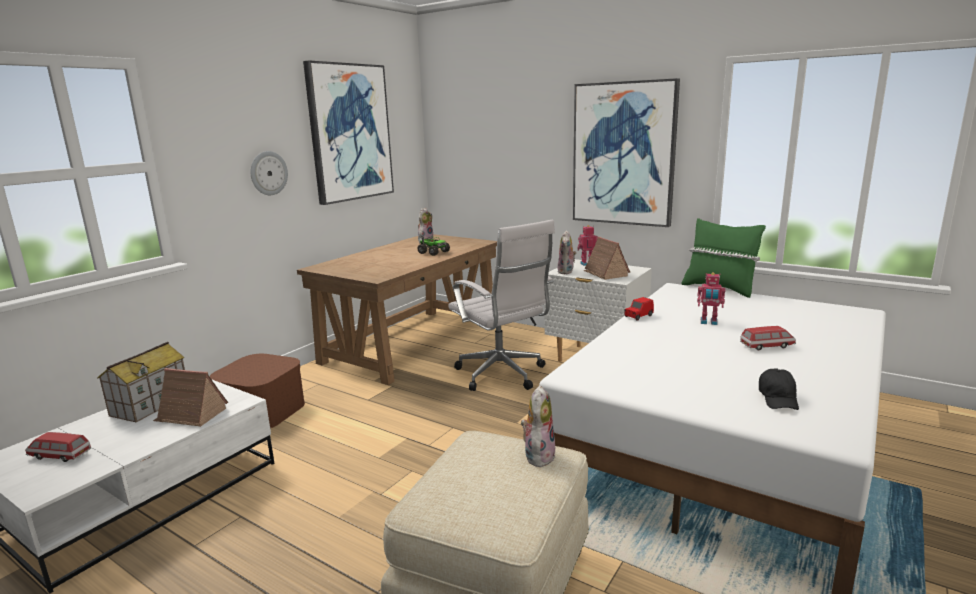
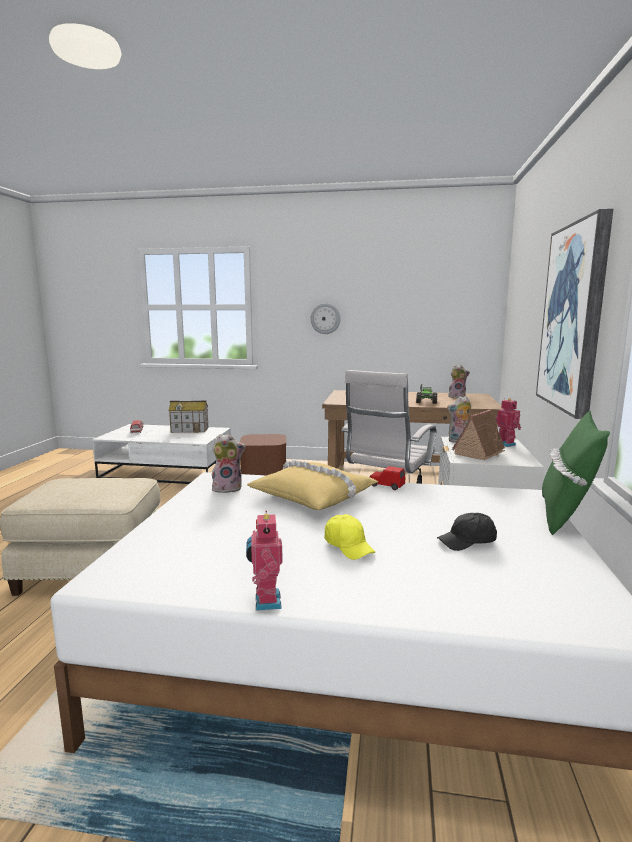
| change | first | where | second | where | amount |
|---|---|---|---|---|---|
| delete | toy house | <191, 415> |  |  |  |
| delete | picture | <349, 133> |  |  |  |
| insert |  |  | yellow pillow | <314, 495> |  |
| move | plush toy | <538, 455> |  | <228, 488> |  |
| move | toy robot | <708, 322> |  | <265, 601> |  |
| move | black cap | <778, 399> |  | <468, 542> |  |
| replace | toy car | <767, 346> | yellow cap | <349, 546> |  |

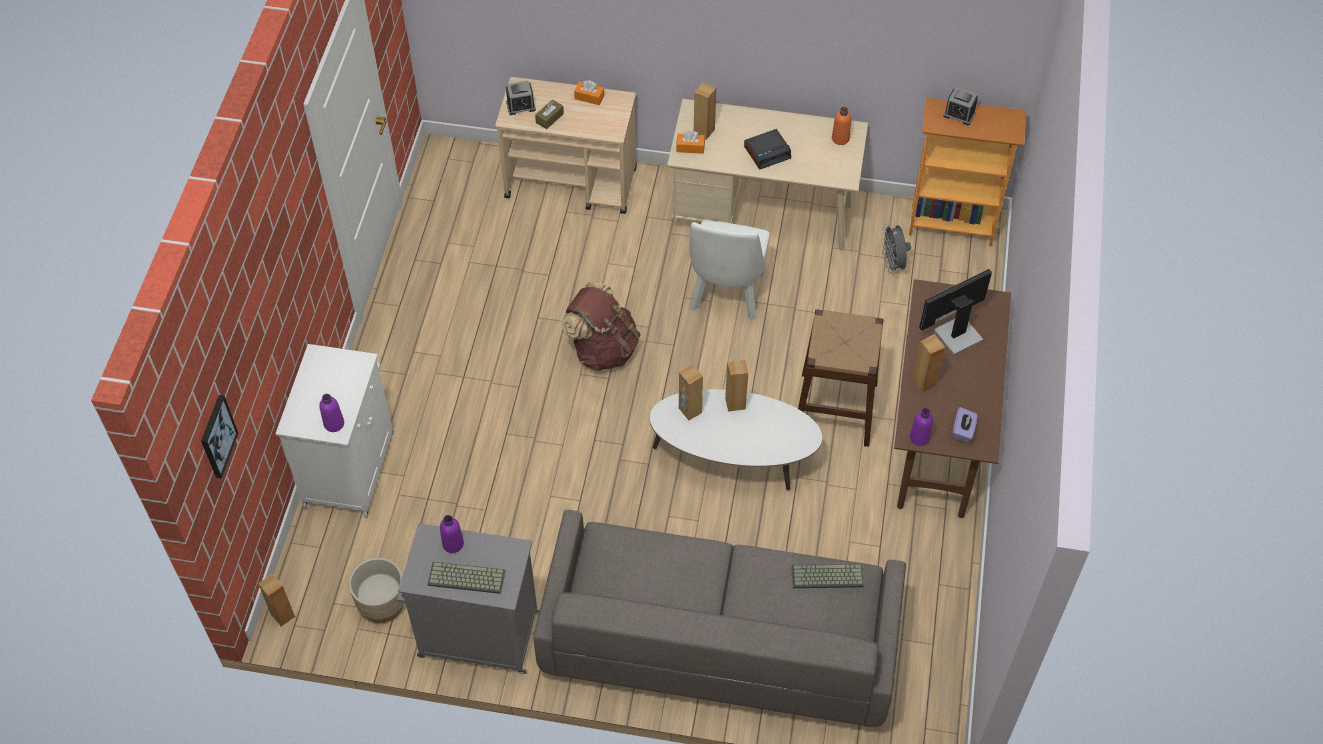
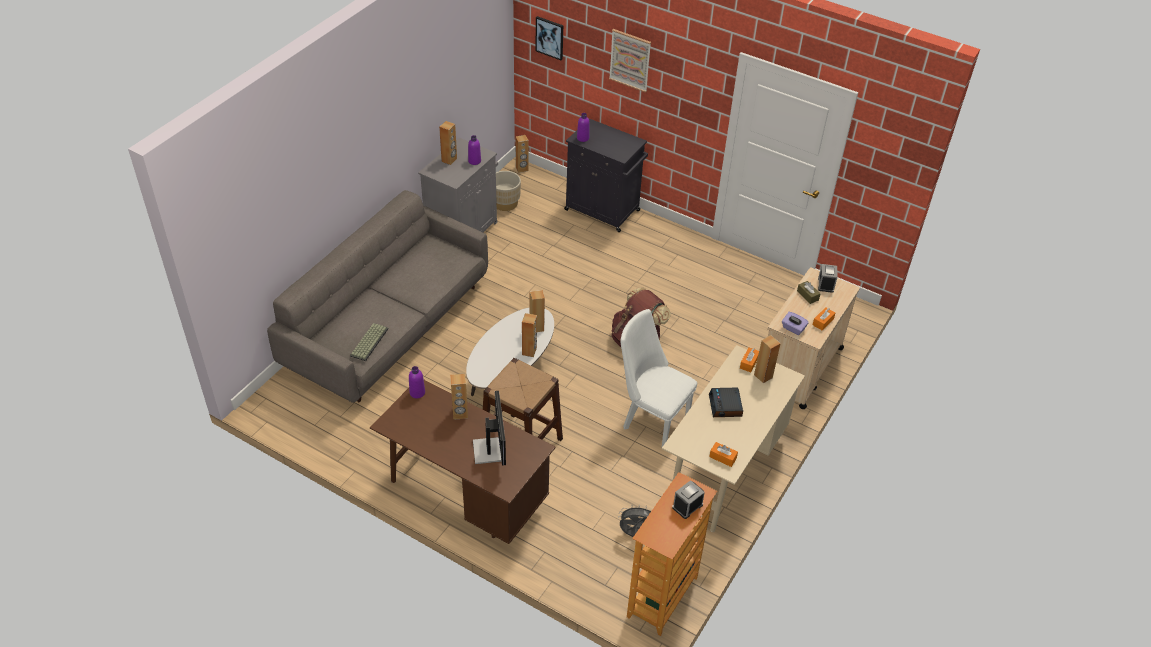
| change | first | where | second | where | amount |
|---|---|---|---|---|---|
| insert |  |  | picture | <630, 60> |  |
| move | purple tissue box | <963, 431> |  | <793, 328> |  |
| replace | keyboard | <465, 579> | brown speaker | <449, 160> |  |
| replace | orange bottle | <840, 138> | orange tissue box | <722, 457> |  |
| recolor | white cabinet | <350, 467> | black cabinet | <603, 211> |  |

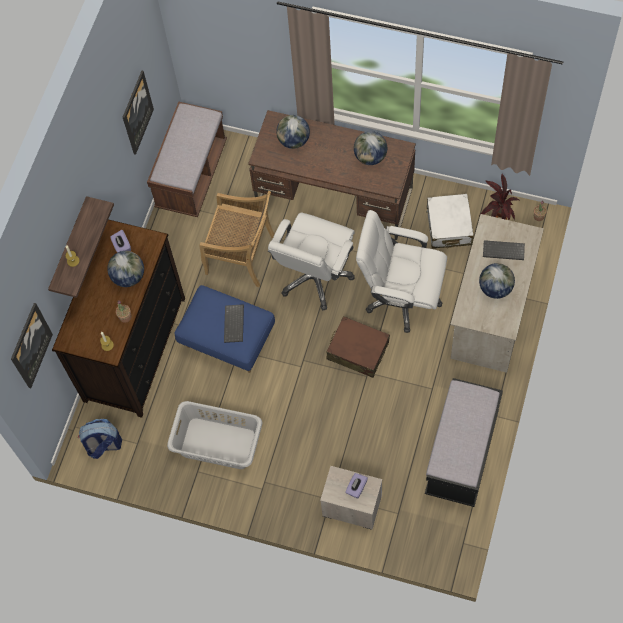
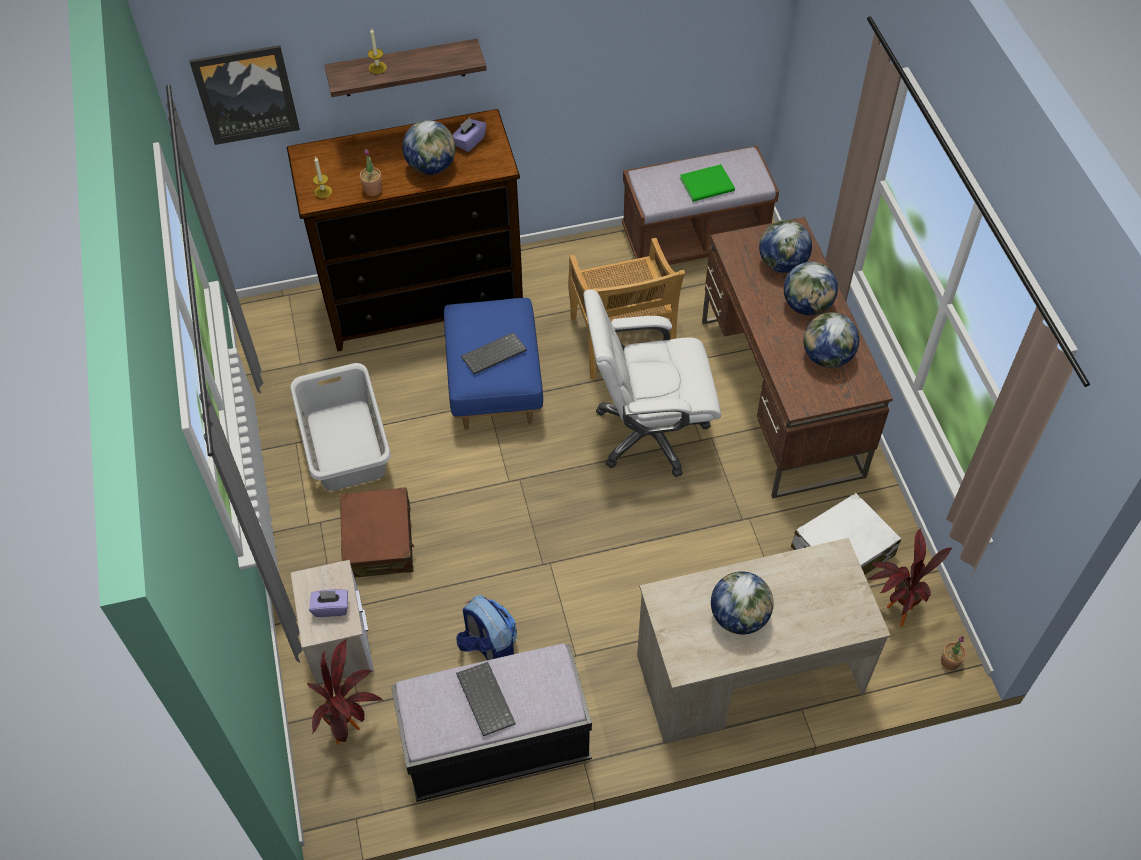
| change | first | where | second | where | amount |
|---|---|---|---|---|---|
| delete | picture | <136, 112> |  |  |  |
| delete | white office chair | <401, 297> |  |  |  |
| insert |  |  | potted plant | <352, 728> |  |
| insert |  |  | green book | <708, 185> |  |
| insert |  |  | globe | <807, 306> |  |
| move | backpack | <103, 445> |  | <489, 649> |  |
| move | brown suitcase | <357, 351> |  | <378, 541> |  |
| move | keyboard | <503, 251> |  | <484, 699> |  |

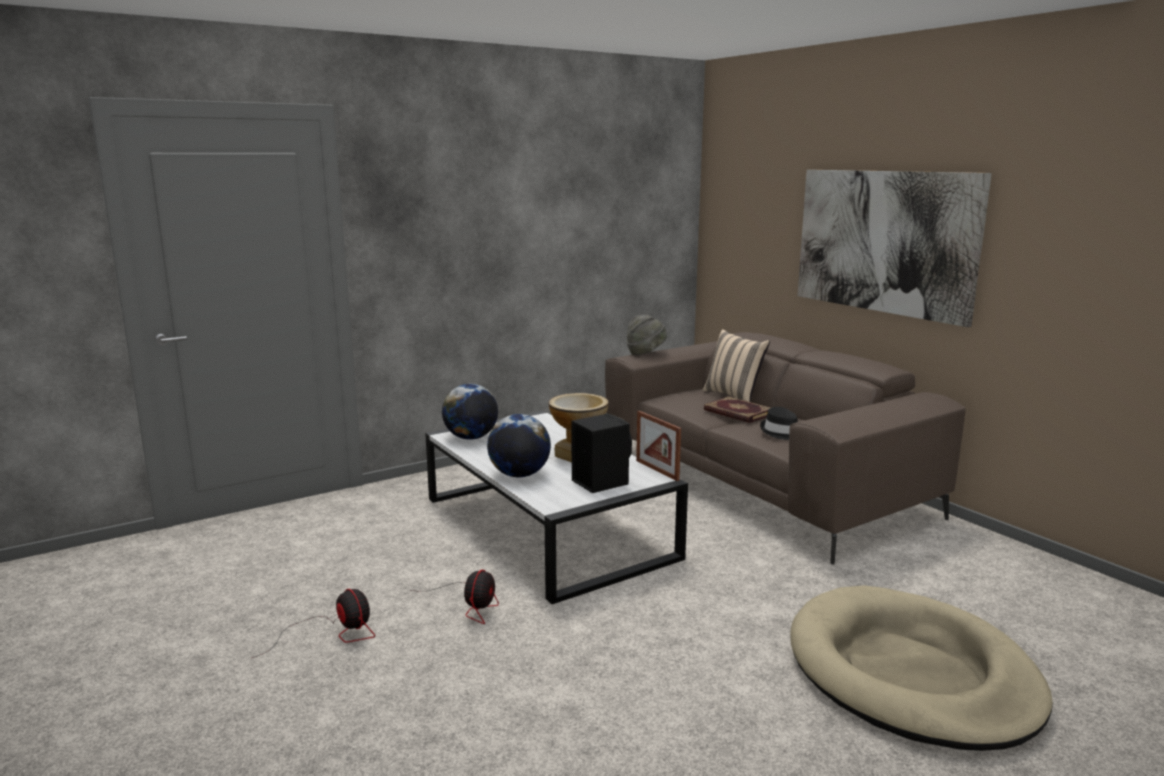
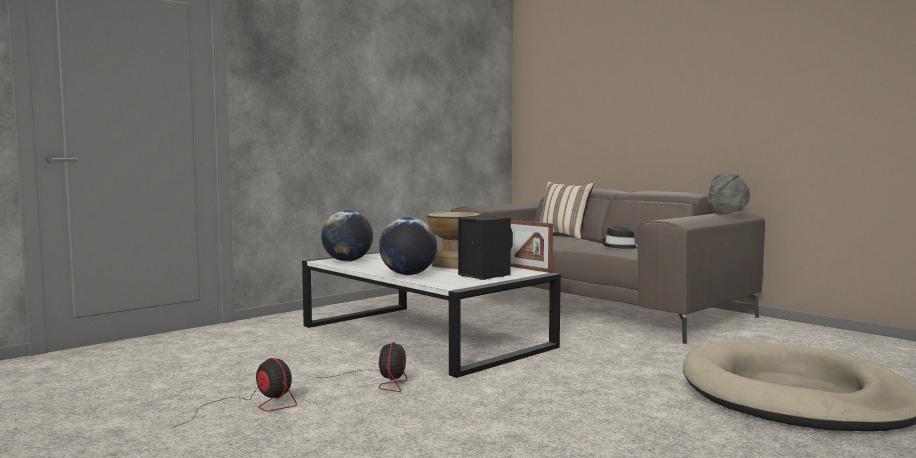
| change | first | where | second | where | amount |
|---|---|---|---|---|---|
| delete | book | <737, 413> |  |  |  |
| delete | picture | <884, 241> |  |  |  |
| move | grey hat | <645, 353> |  | <728, 213> |  |

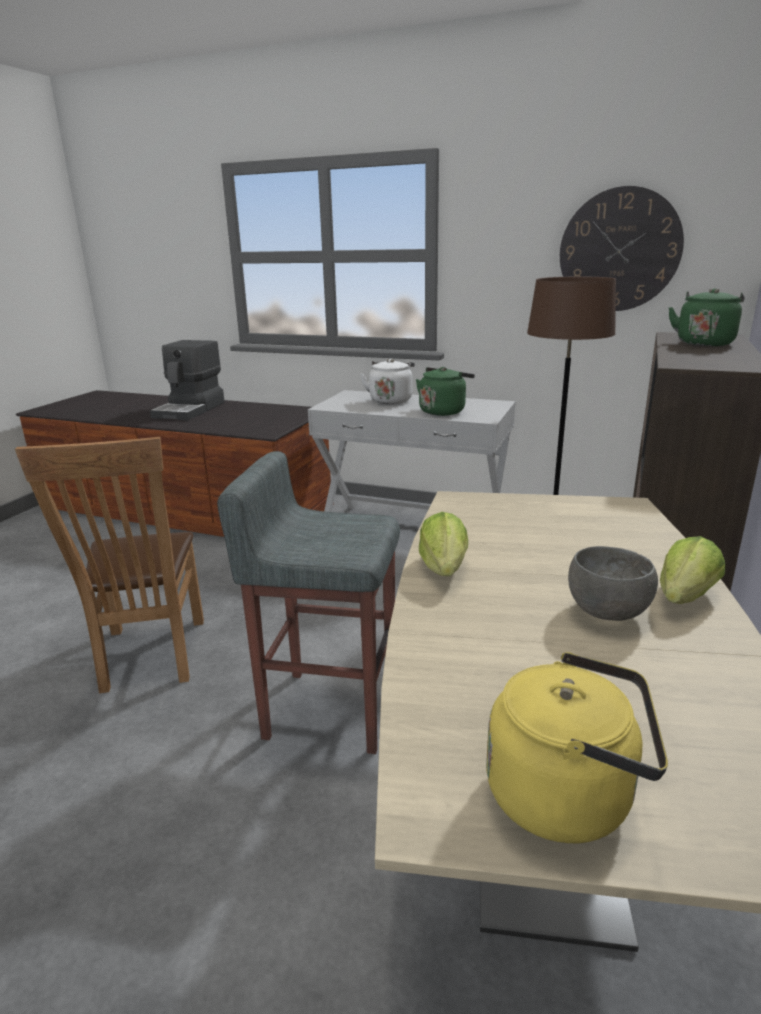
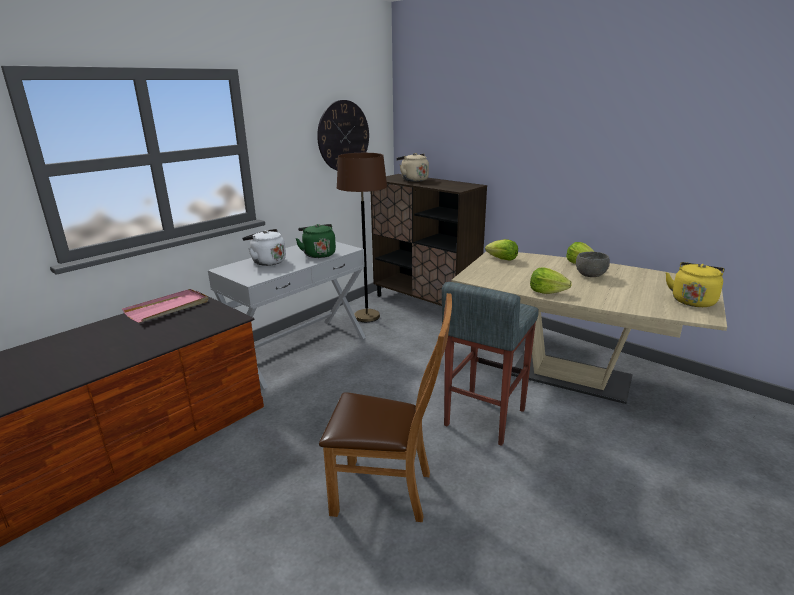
| change | first | where | second | where | amount |
|---|---|---|---|---|---|
| delete | coffee machine | <191, 410> |  |  |  |
| insert |  |  | pink tray | <168, 308> |  |
| insert |  |  | lettuce | <502, 259> |  |
| recolor | green kettle | <704, 343> | beige kettle | <413, 180> |  |

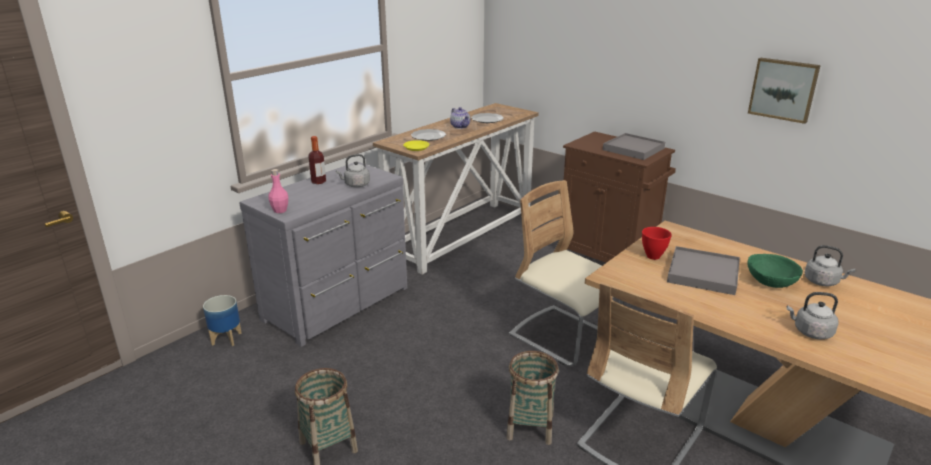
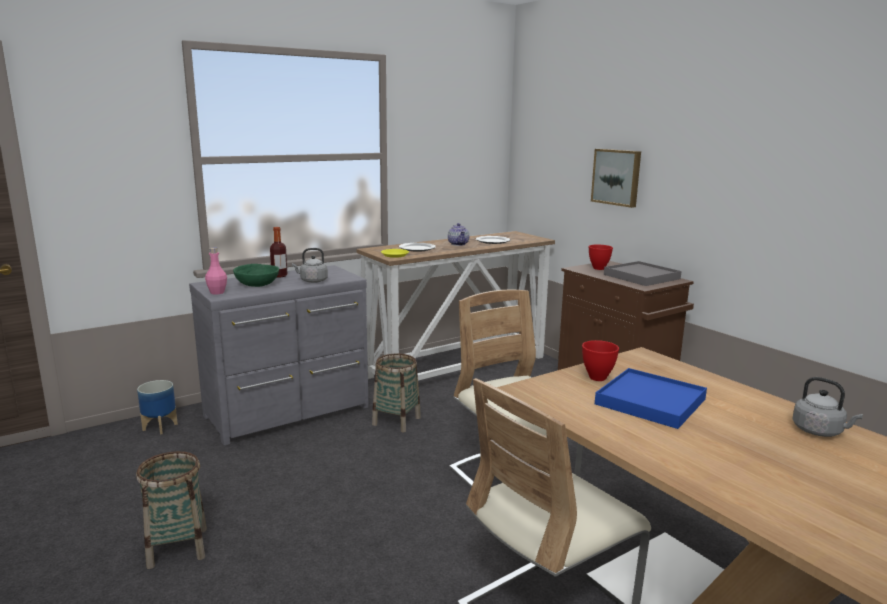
| change | first | where | second | where | amount |
|---|---|---|---|---|---|
| delete | grey kettle | <810, 332> |  |  |  |
| insert |  |  | red bowl | <598, 268> |  |
| move | basket | <530, 427> |  | <396, 421> |  |
| move | green bowl | <770, 281> |  | <257, 284> |  |
| move | picture | <783, 89> |  | <617, 177> |  |
| recolor | grey tray | <702, 273> | blue tray | <650, 402> |  |

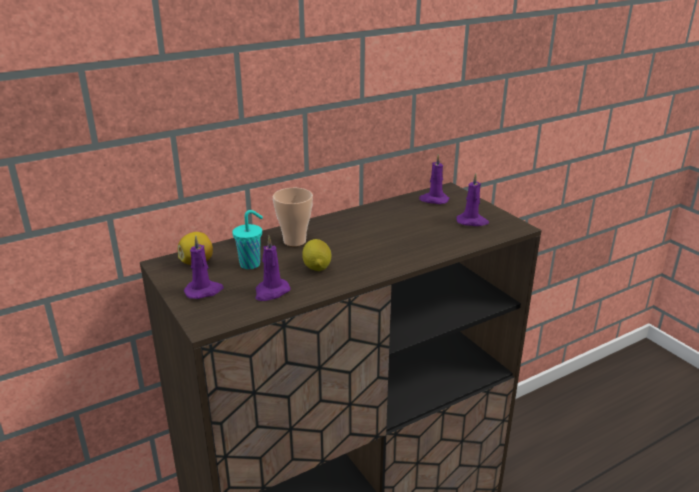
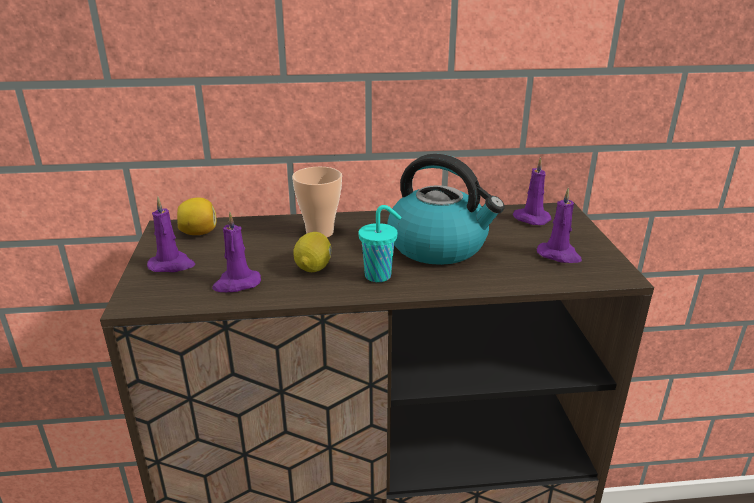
| change | first | where | second | where | amount |
|---|---|---|---|---|---|
| insert |  |  | kettle | <439, 246> |  |
| move | turquoise cup | <251, 264> |  | <379, 276> |  |

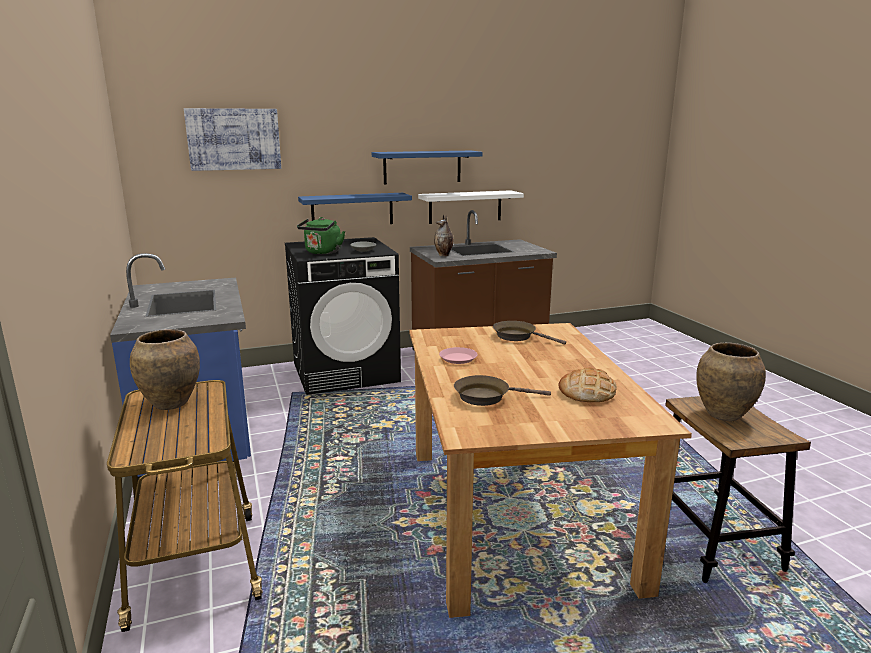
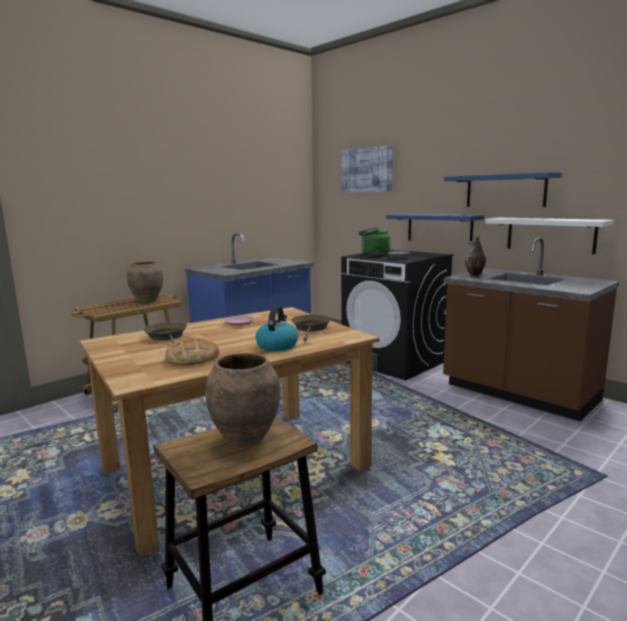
| change | first | where | second | where | amount |
|---|---|---|---|---|---|
| insert |  |  | kettle | <277, 345> |  |

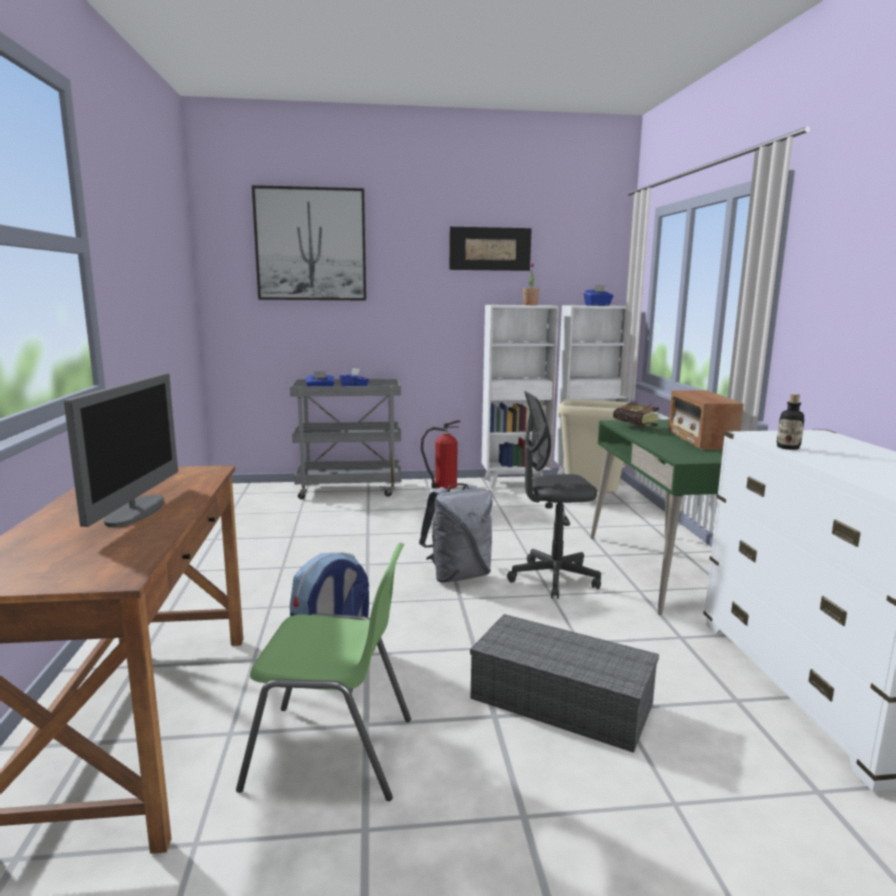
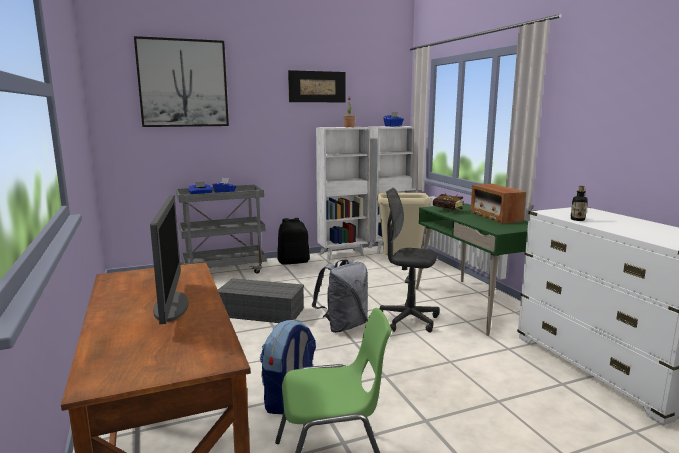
| change | first | where | second | where | amount |
|---|---|---|---|---|---|
| move | grey storage box | <558, 701> |  | <259, 312> |  |
| replace | fire extinguisher | <443, 486> | black backpack | <293, 262> |  |
| rotate | grey office chair | <553, 579> |  | <408, 320> | 45 degrees clockwise |

